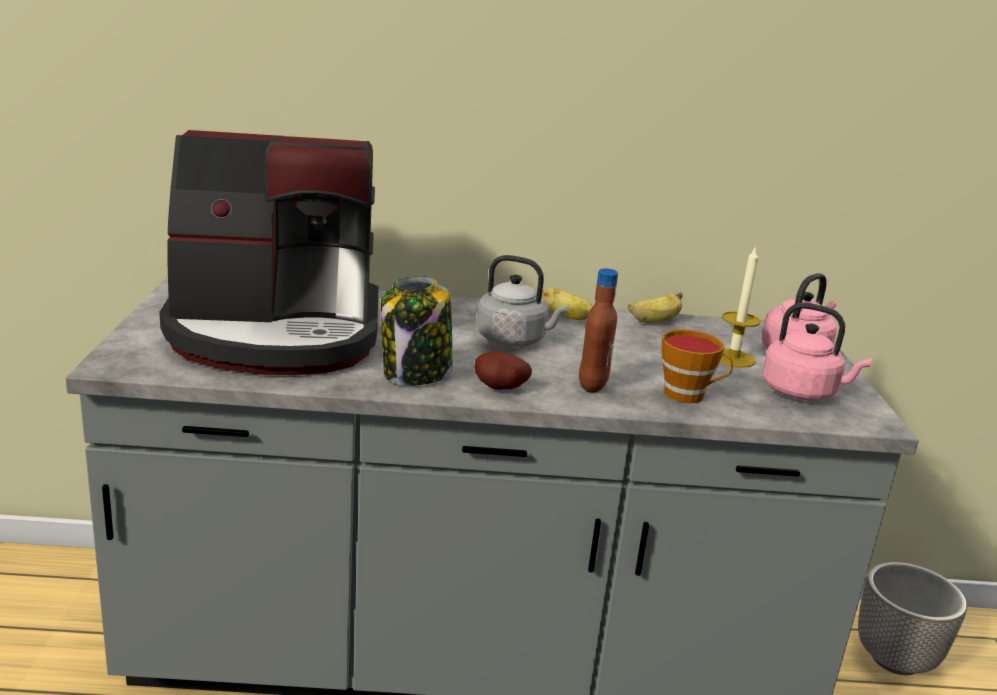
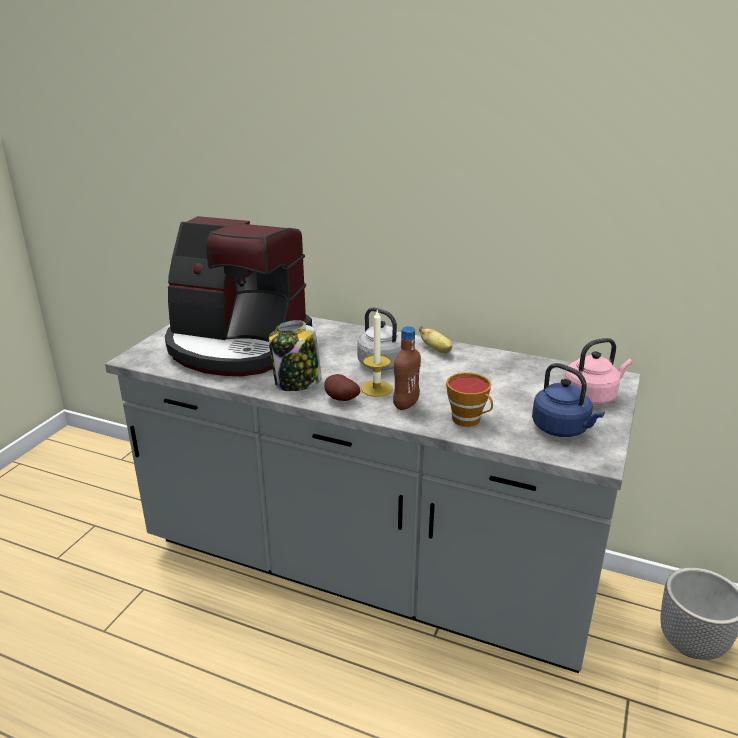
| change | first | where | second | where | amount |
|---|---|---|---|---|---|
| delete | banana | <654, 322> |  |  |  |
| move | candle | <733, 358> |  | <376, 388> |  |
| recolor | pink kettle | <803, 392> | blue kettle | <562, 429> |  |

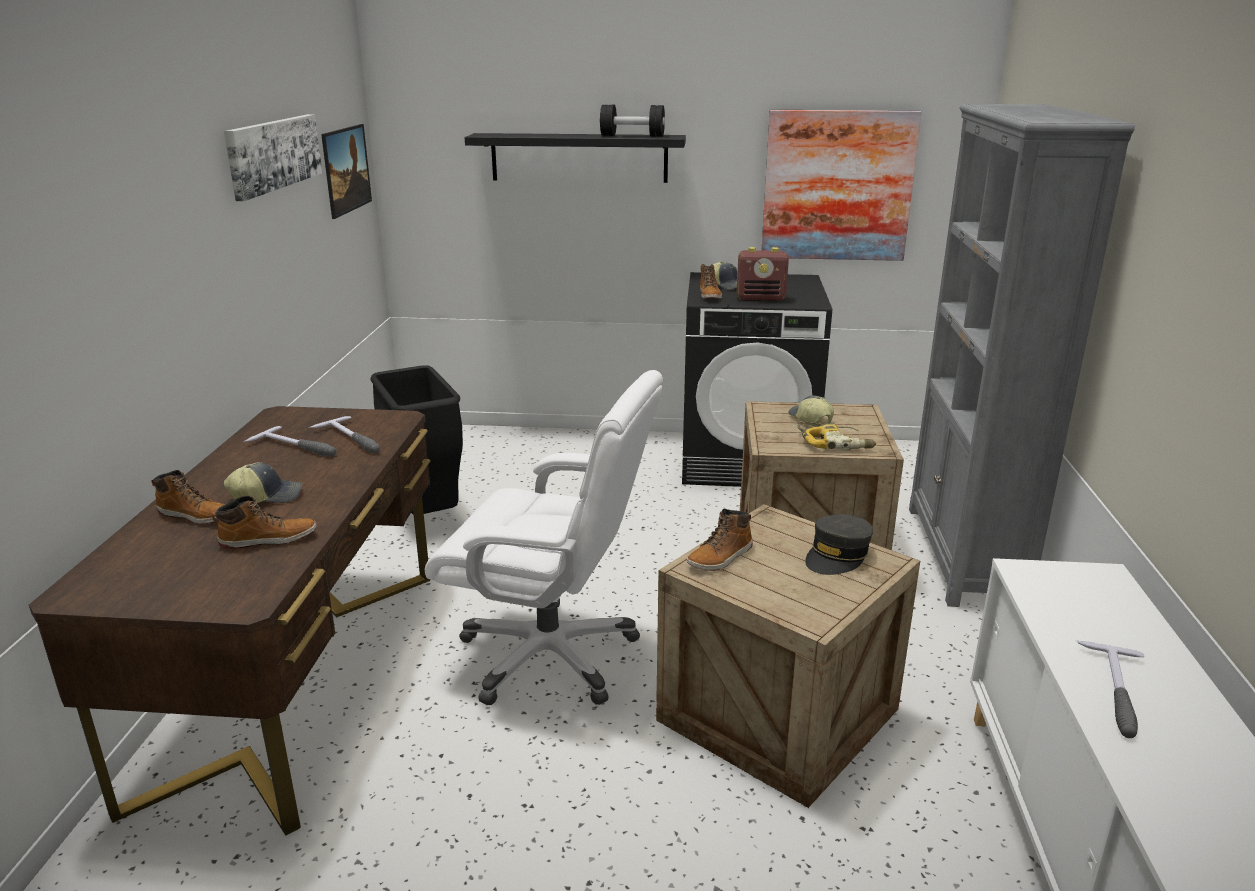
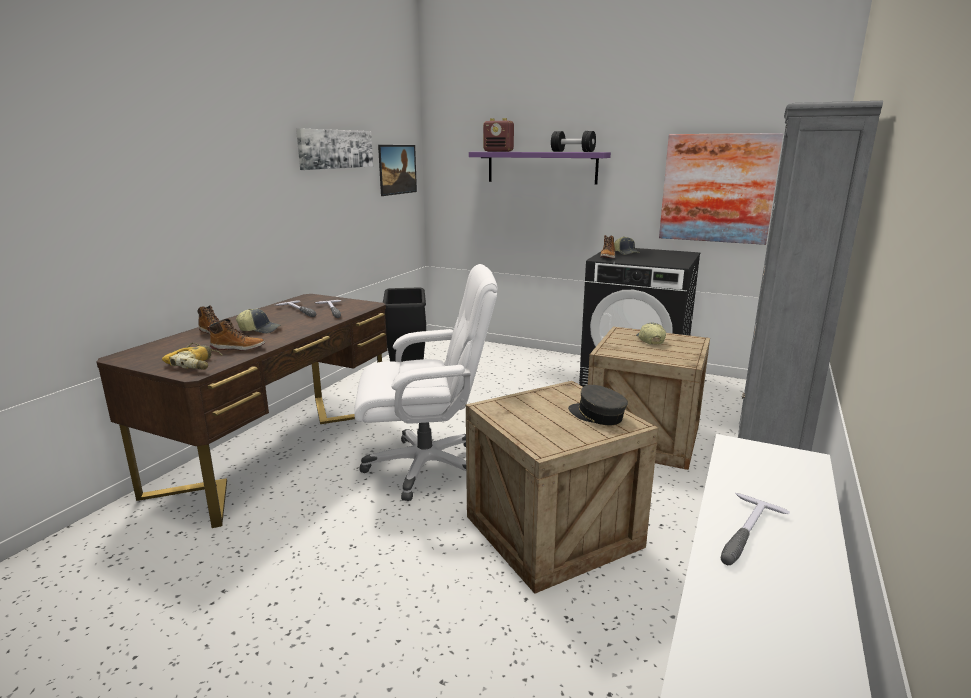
| change | first | where | second | where | amount |
|---|---|---|---|---|---|
| delete | boot | <721, 557> |  |  |  |
| move | radio | <761, 299> |  | <498, 151> |  |
| move | power drill | <835, 443> |  | <197, 363> |  |
| recolor | black shelf | <579, 157> | purple shelf | <541, 167> |  |
| rotate | white office chair | <551, 655> |  | <426, 466> | 45 degrees counterclockwise |
| rotate | grey cap | <837, 556> |  | <596, 415> | 75 degrees clockwise |

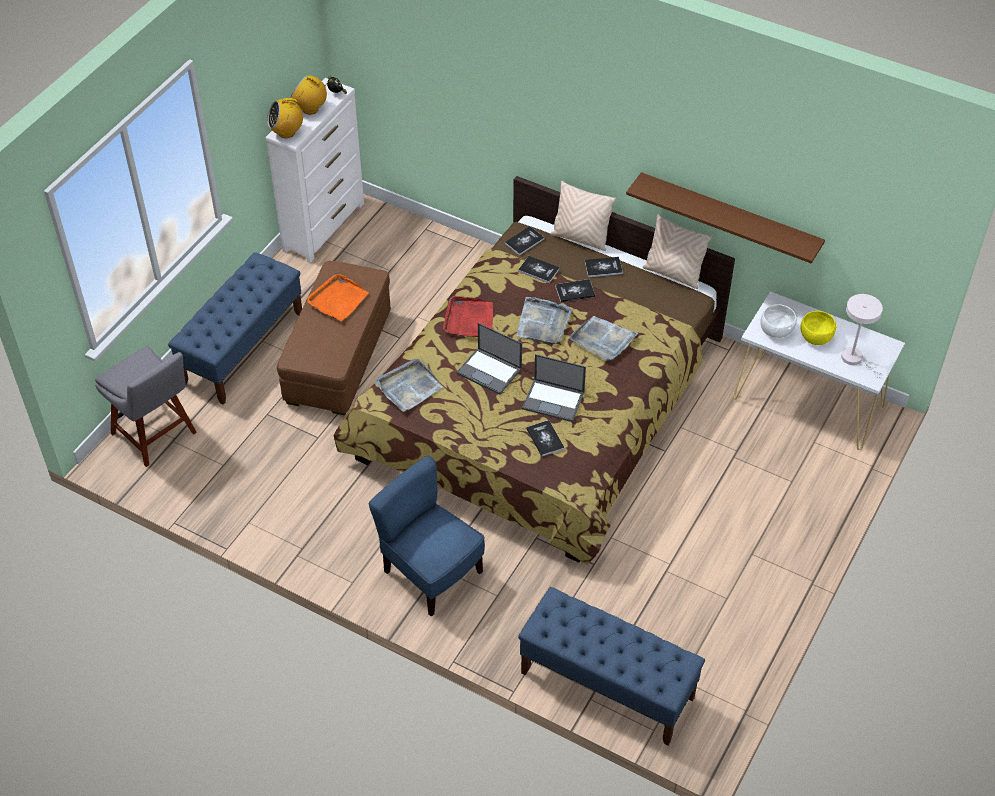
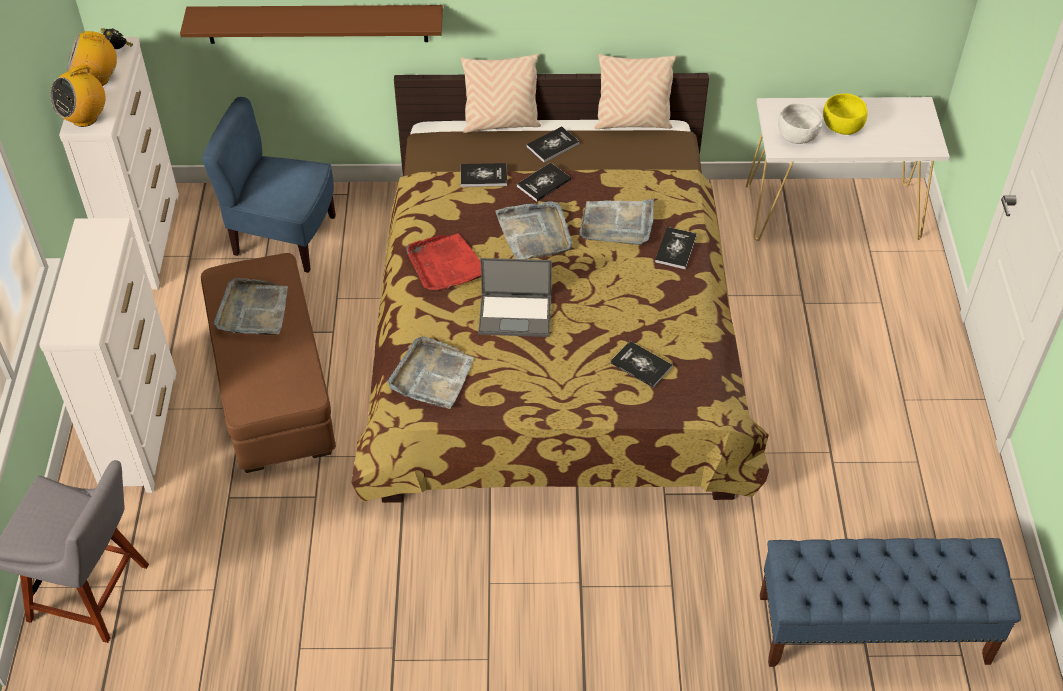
| change | first | where | second | where | amount |
|---|---|---|---|---|---|
| delete | laptop | <554, 400> |  |  |  |
| delete | white table lamp | <855, 359> |  |  |  |
| move | blue chair | <431, 573> |  | <284, 237> |  |
| move | book | <524, 241> |  | <675, 249> |  |
| move | brown shelf | <729, 218> |  | <317, 24> |  |
| replace | blue bench | <243, 348> | white dresser | <140, 429> |  |
| recolor | orange tray | <337, 300> | grey tray | <253, 311> |  |

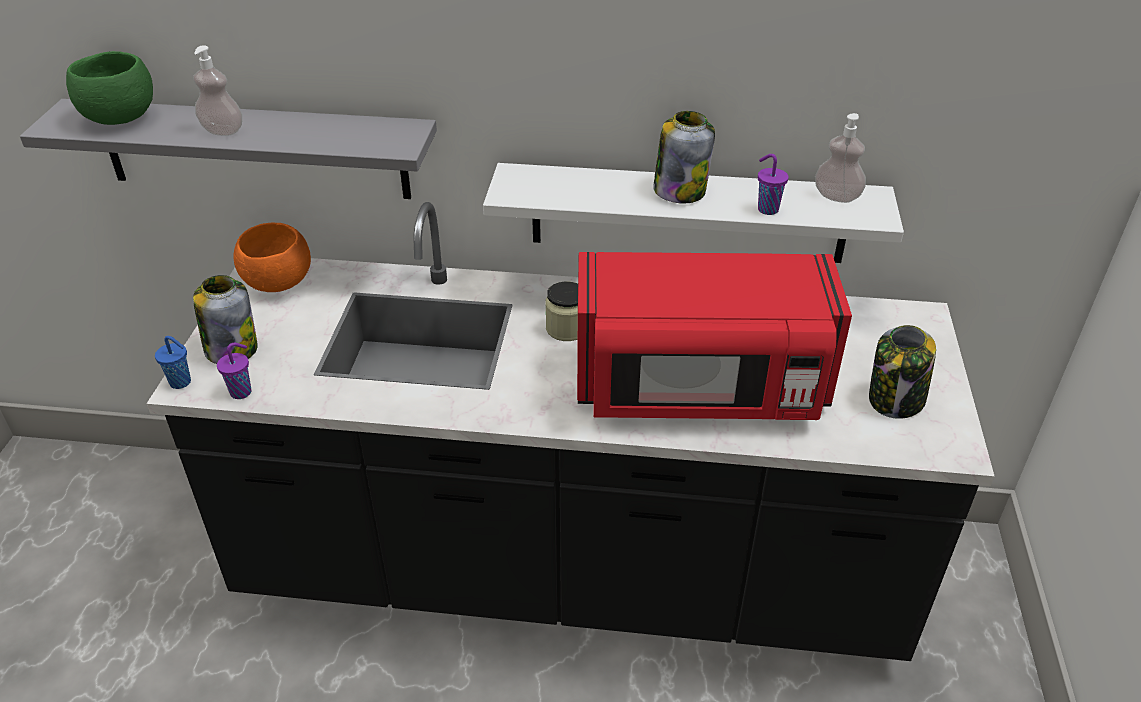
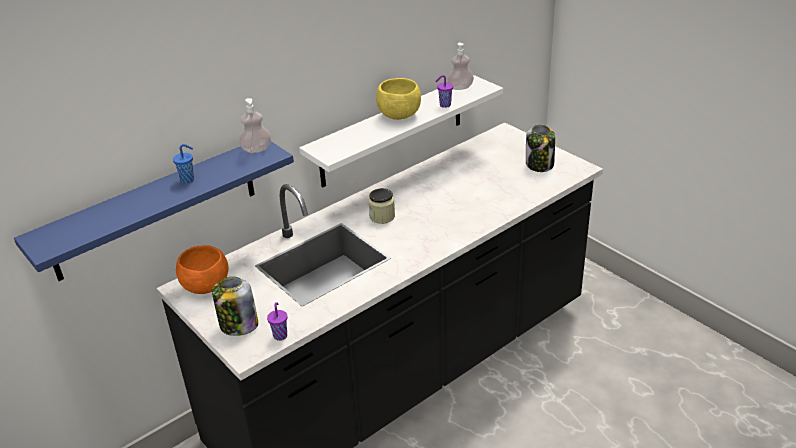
| change | first | where | second | where | amount |
|---|---|---|---|---|---|
| delete | green bowl | <121, 119> |  |  |  |
| delete | red microwave | <699, 388> |  |  |  |
| move | blue cup | <181, 382> |  | <188, 179> |  |
| move | soap dispenser | <222, 131> |  | <256, 149> |  |
| replace | jar | <680, 190> | yellow bowl | <399, 116> |  |
| recolor | grey shelf | <254, 149> | blue shelf | <155, 209> |  |

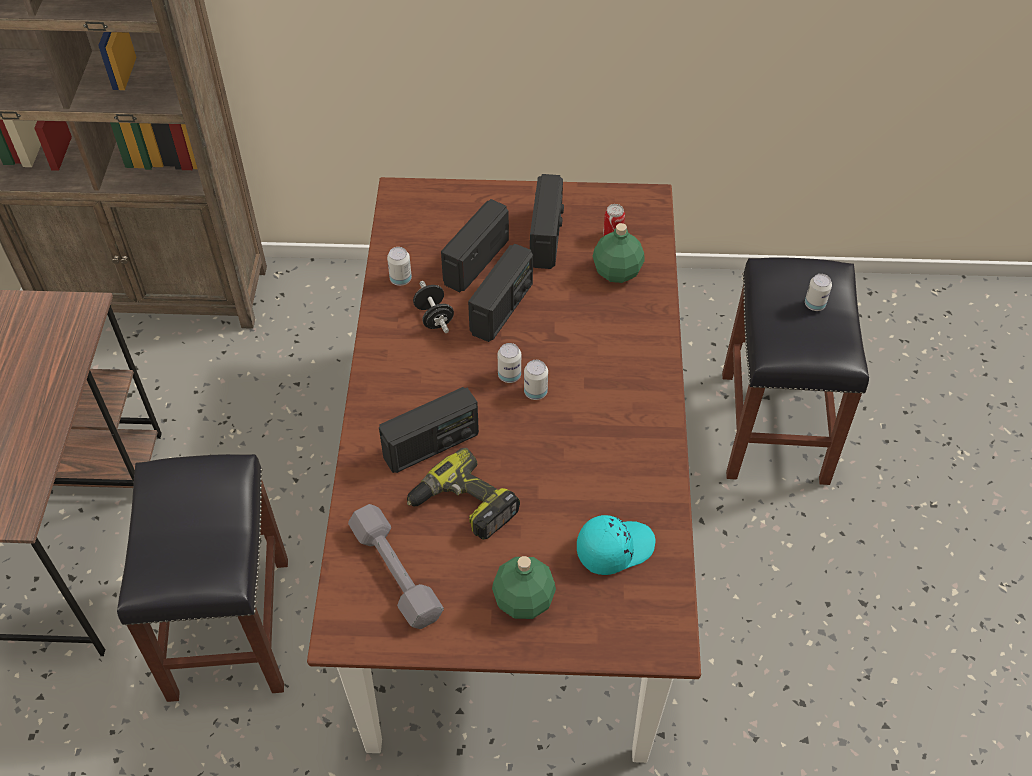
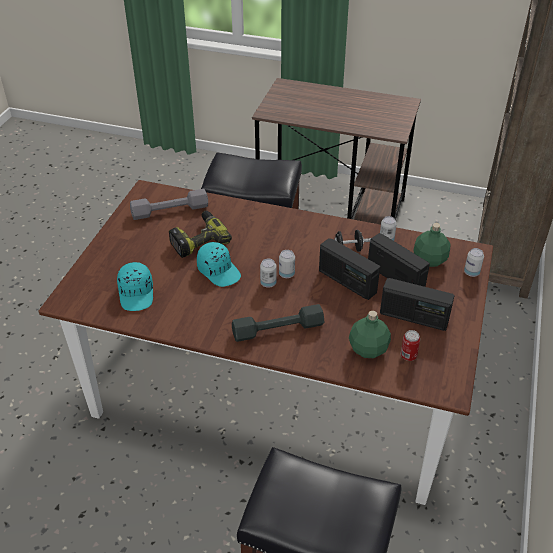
| change | first | where | second | where | amount |
|---|---|---|---|---|---|
| delete | radio | <431, 445> |  |  |  |
| insert |  |  | turquoise cap | <219, 271> |  |
| insert |  |  | grey dumbbell | <278, 329> |  |
| move | green bottle | <524, 599> |  | <430, 260> |  |
| move | can | <814, 305> |  | <471, 273> |  |

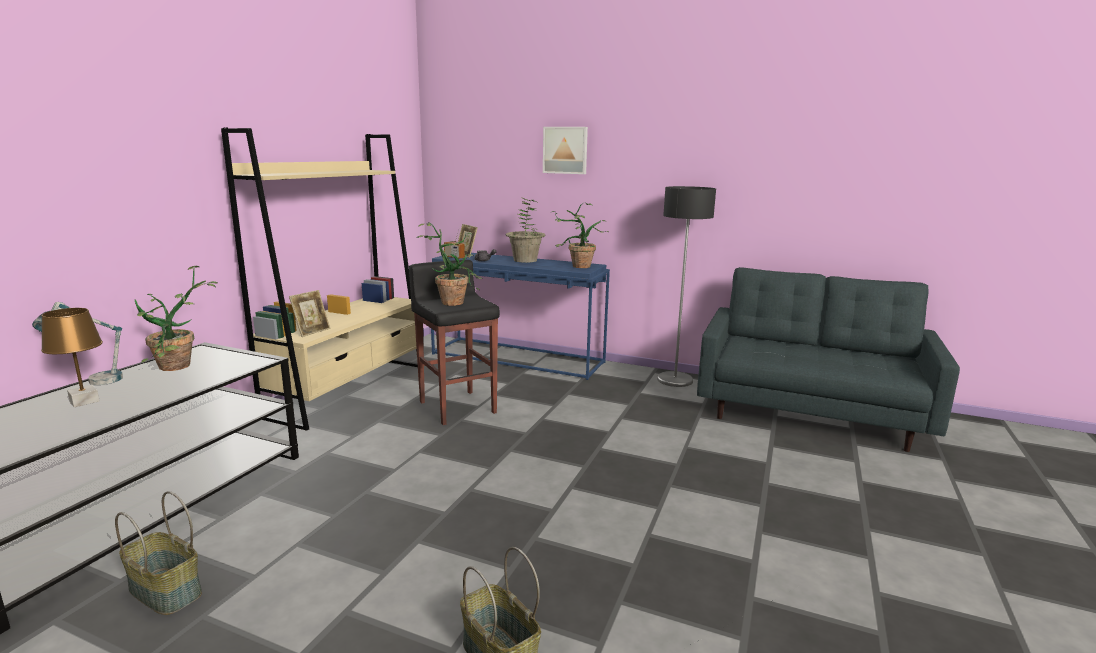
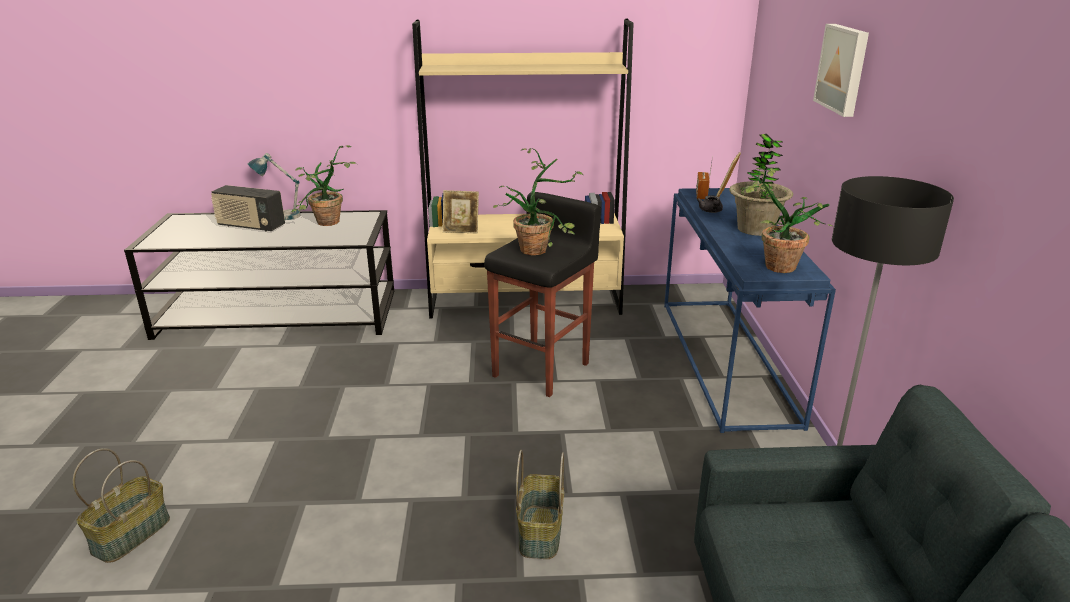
| change | first | where | second | where | amount |
|---|---|---|---|---|---|
| move | basket | <164, 592> |  | <539, 532> |  |
| replace | brown table lamp | <85, 401> | radio | <251, 226> |  |

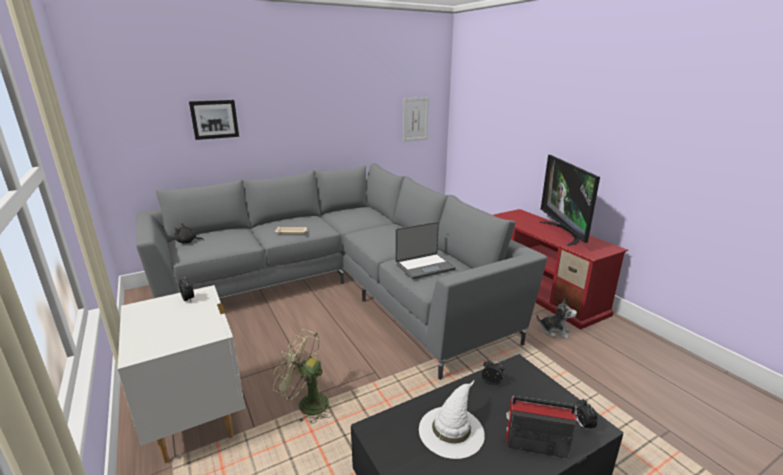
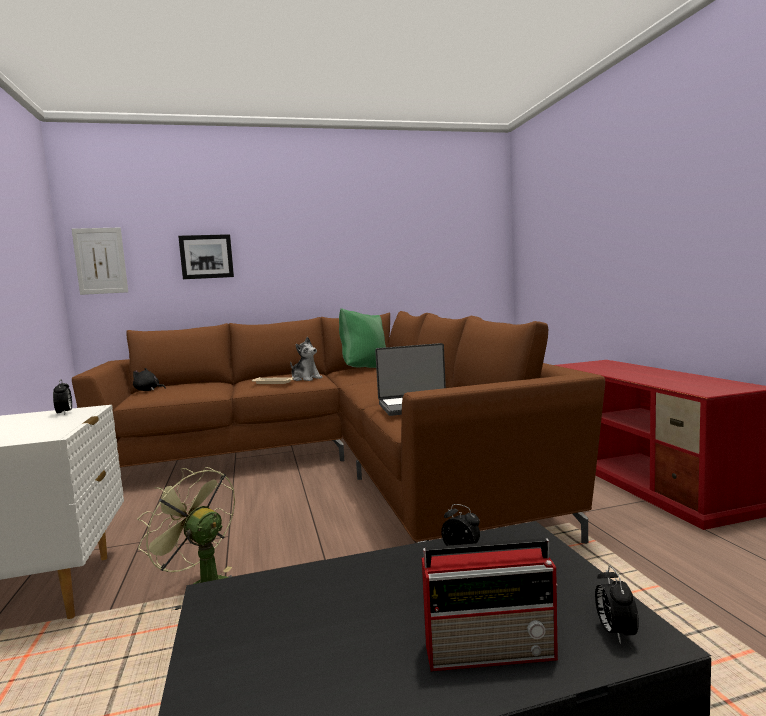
| change | first | where | second | where | amount |
|---|---|---|---|---|---|
| delete | white hat | <451, 430> |  |  |  |
| delete | television | <564, 233> |  |  |  |
| insert |  |  | green pillow | <364, 368> |  |
| move | picture | <415, 119> |  | <100, 261> |  |
| move | plush toy | <554, 331> |  | <306, 378> |  |
| recolor | grey sofa | <340, 288> | brown sofa | <336, 465> |  |
| rotate | radio | <534, 444> |  | <492, 651> | 150 degrees clockwise |

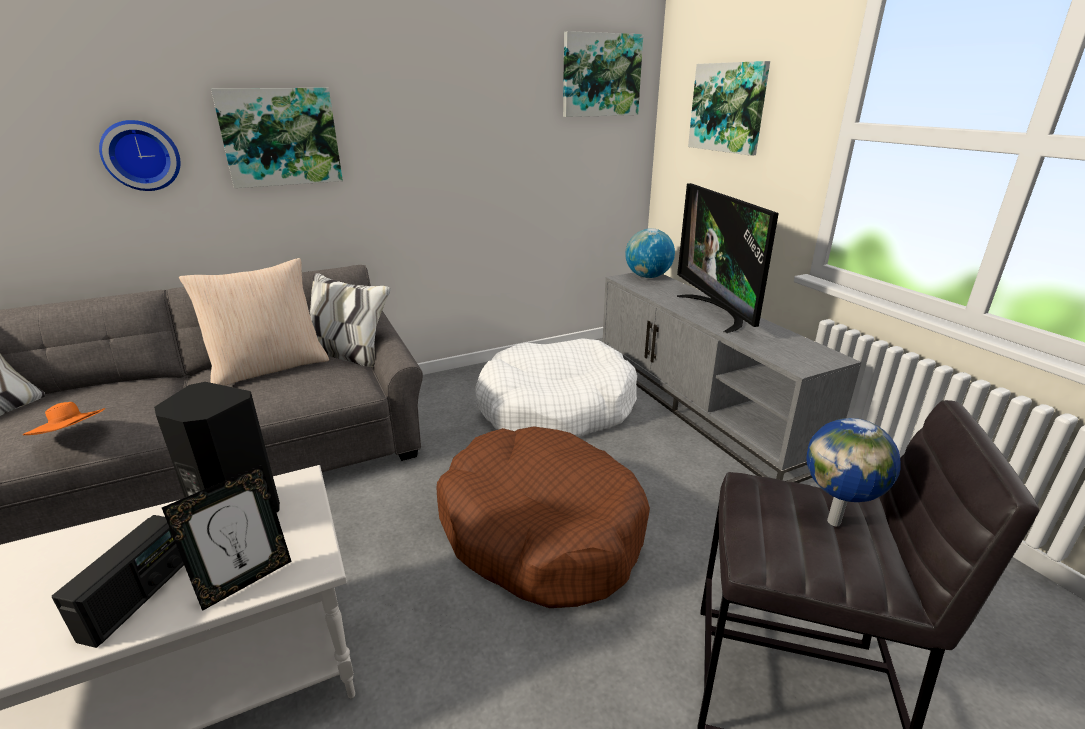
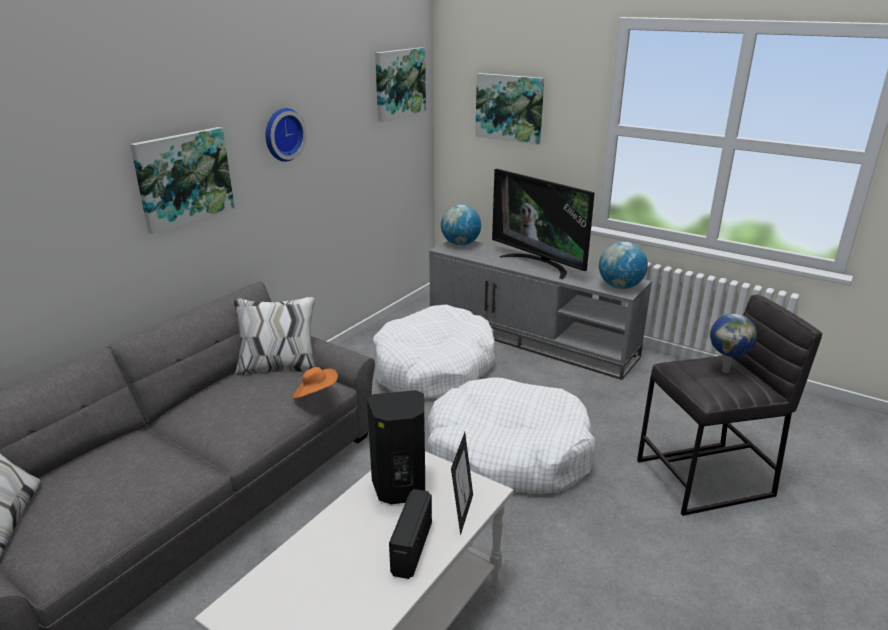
| change | first | where | second | where | amount |
|---|---|---|---|---|---|
| delete | beige pillow | <269, 368> |  |  |  |
| insert |  |  | globe | <620, 286> |  |
| move | orange hat | <73, 437> |  | <316, 394> |  |
| move | wall clock | <141, 155> |  | <282, 134> |  |
| recolor | brown dog bed | <540, 530> | white dog bed | <508, 452> |  |
| rotate | radio | <137, 598> |  | <411, 547> | 150 degrees counterclockwise |

